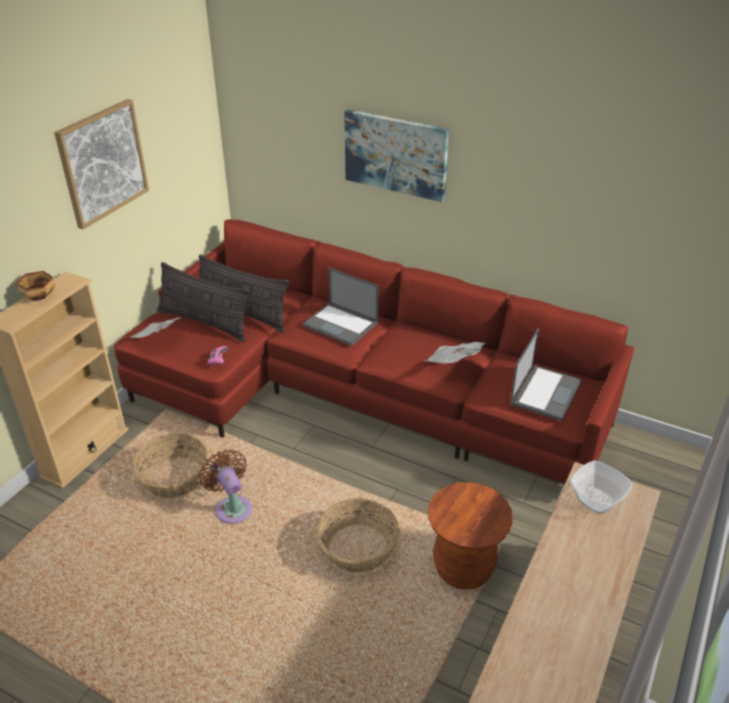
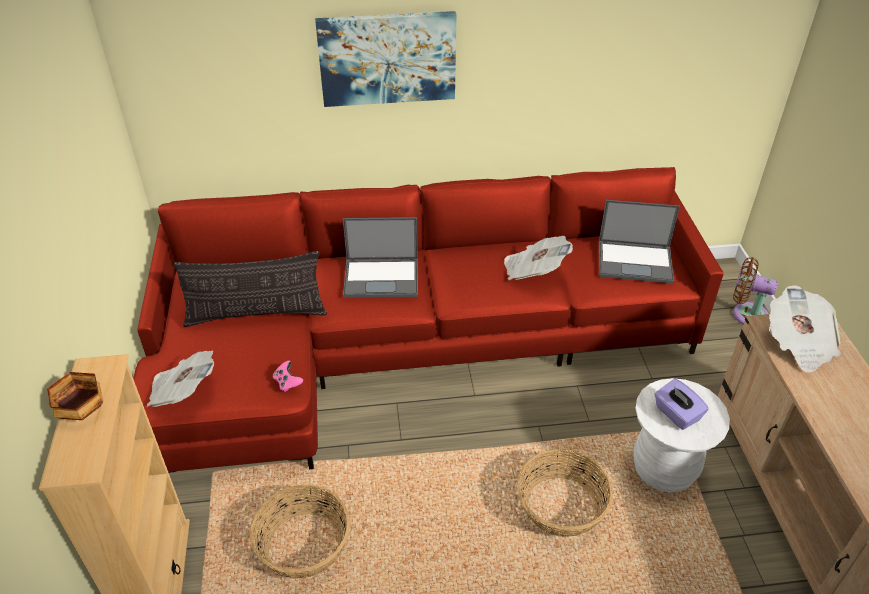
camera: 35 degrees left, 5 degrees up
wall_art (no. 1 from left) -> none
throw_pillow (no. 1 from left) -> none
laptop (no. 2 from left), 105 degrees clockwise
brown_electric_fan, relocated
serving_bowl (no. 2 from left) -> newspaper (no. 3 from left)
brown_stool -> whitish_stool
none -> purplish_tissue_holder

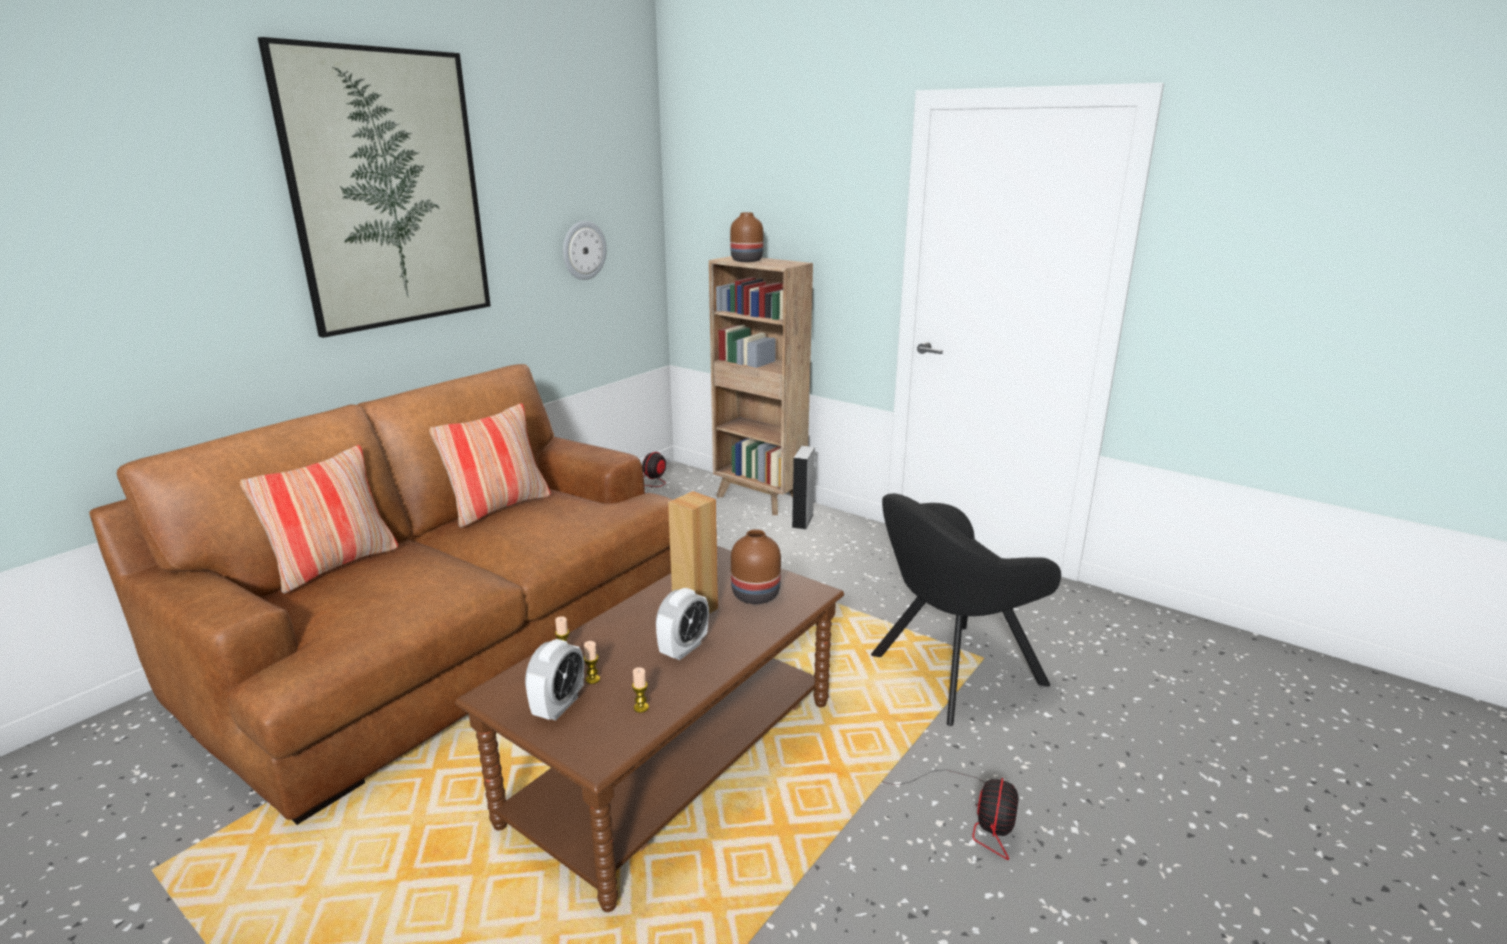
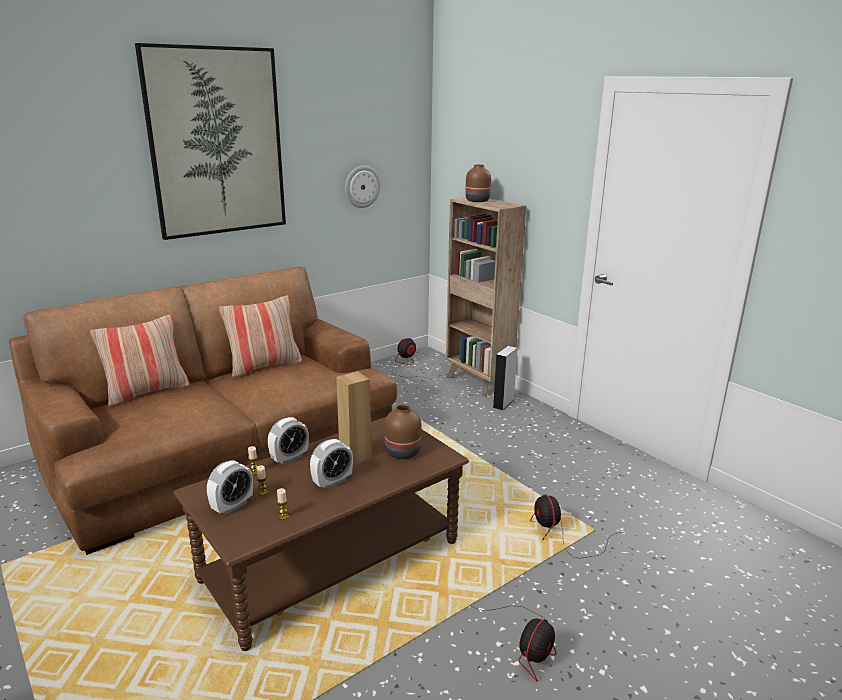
camera: 15 degrees right, 0 degrees up
blackish_armchair -> electric_fan (no. 3 from left)
none -> bedside_clock (no. 2 from left)

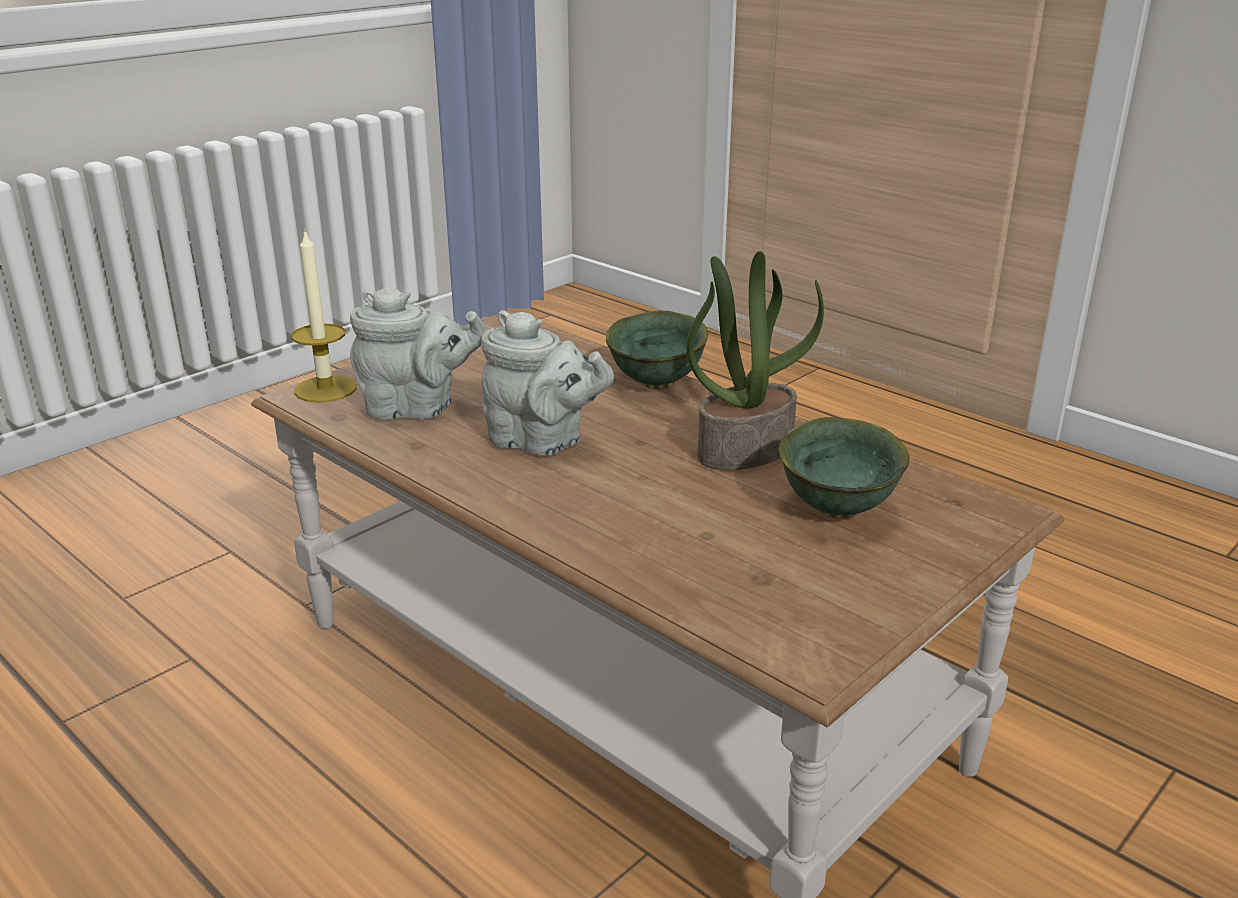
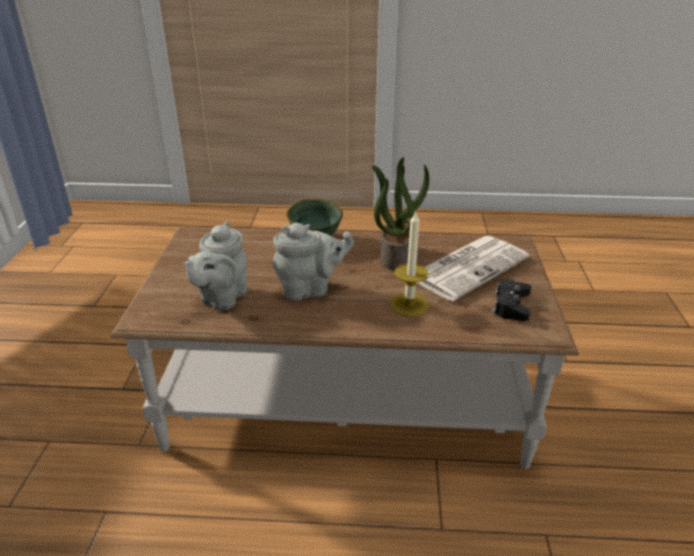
camera: 40 degrees left, 5 degrees up
candle, relocated
grey_pot_for_tea (no. 1 from left), 150 degrees clockwise
green_serving_bowl (no. 2 from left) -> newspaper
none -> blackish_game_controller

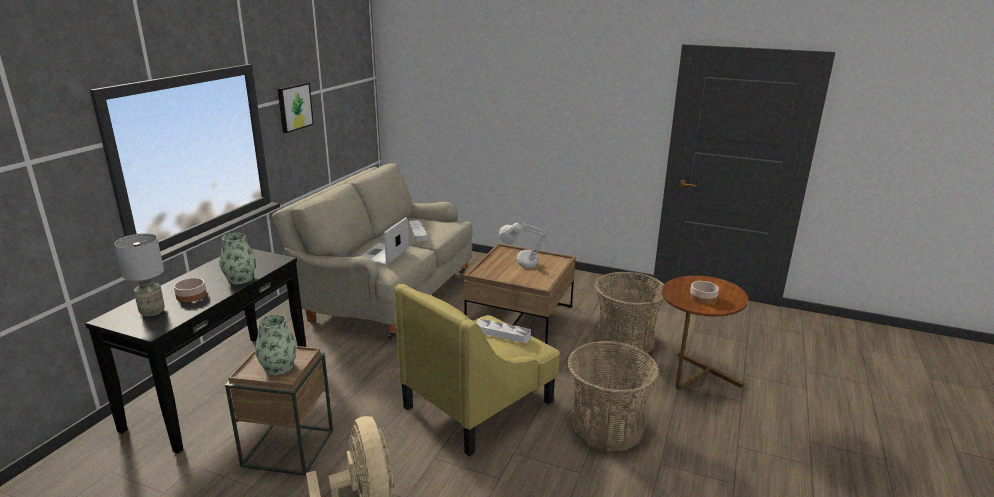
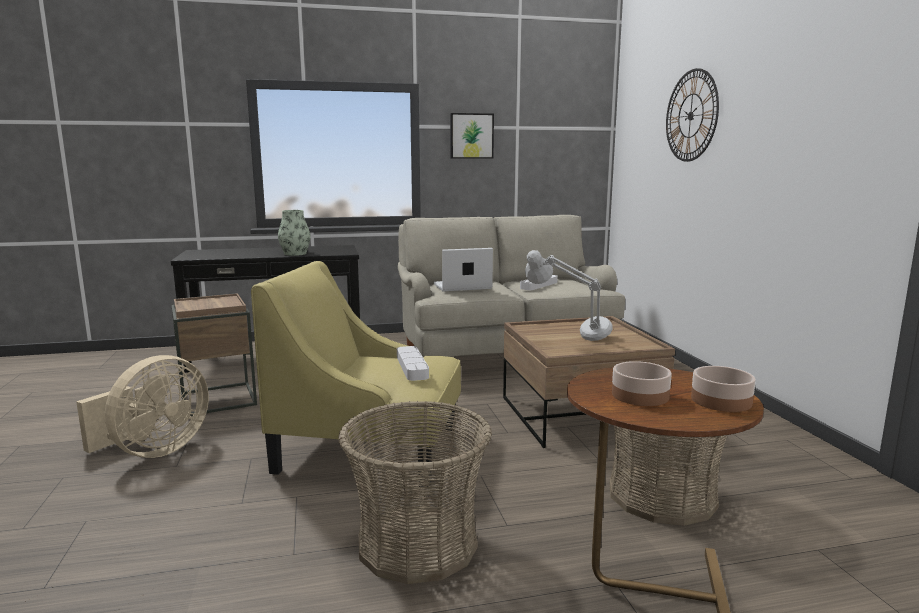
camera: 55 degrees right, 10 degrees down
grey_table_lamp (no. 1 from left) -> none
serving_bowl (no. 1 from left in the first image) -> serving_bowl (no. 2 from left), relocated
flower_vase (no. 2 from left) -> none
none -> hanging_clock

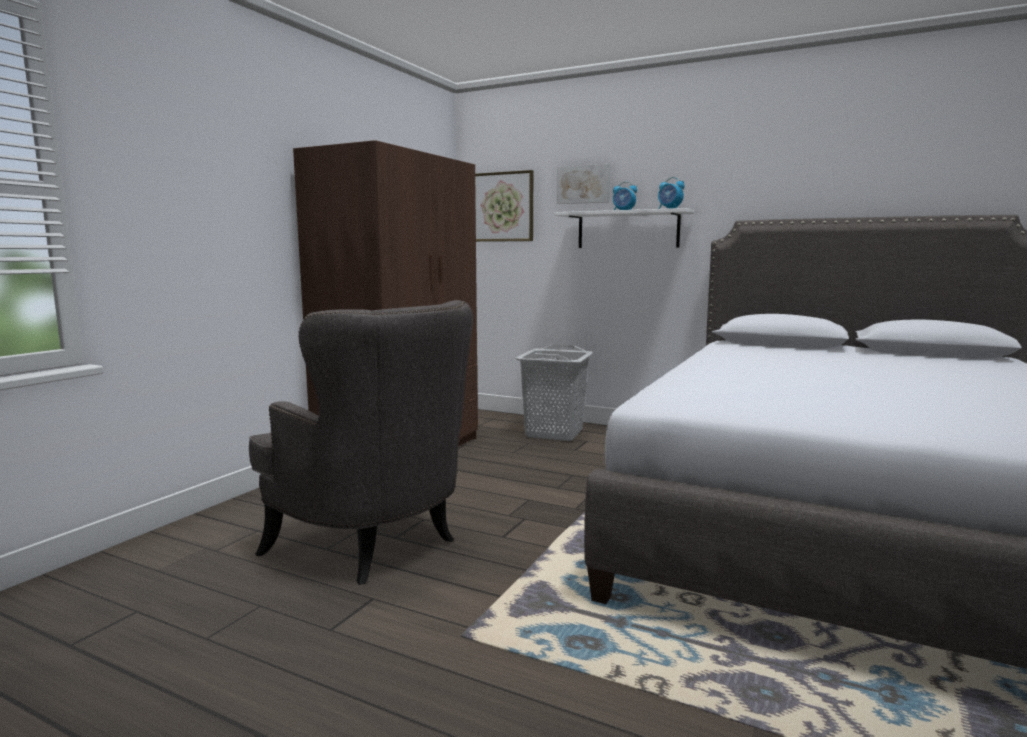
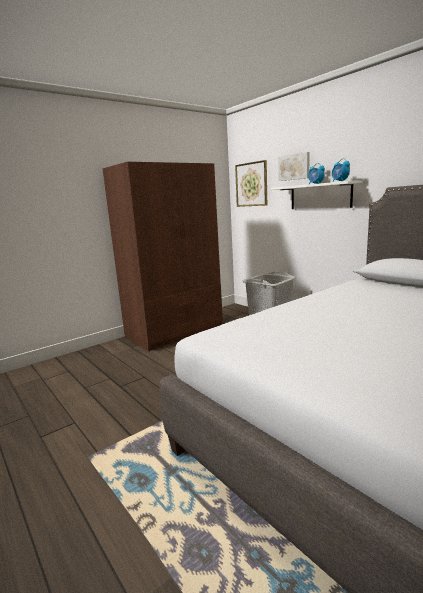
camera: 25 degrees right, 5 degrees up
grey_armchair -> none

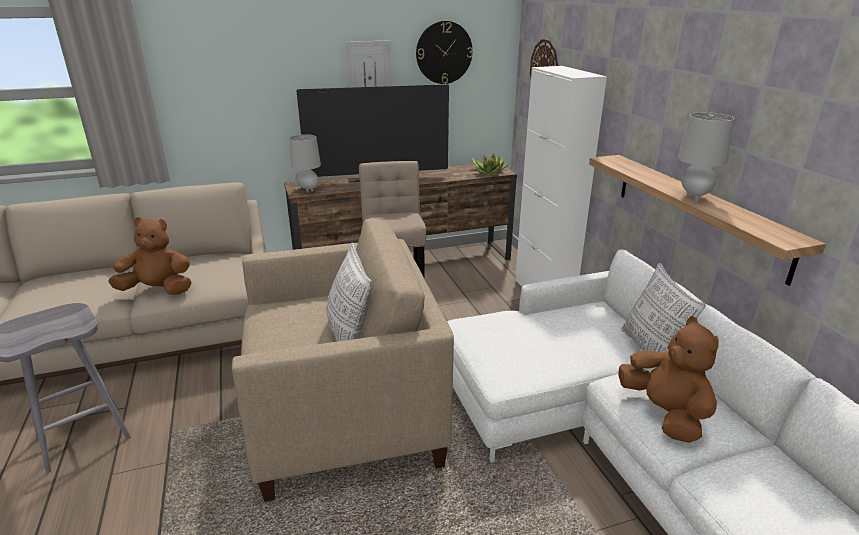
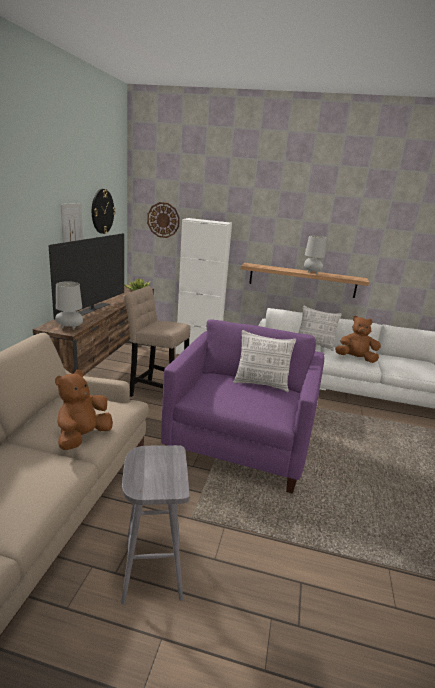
camera: 60 degrees left, 5 degrees down
beige_armchair -> purplish_armchair

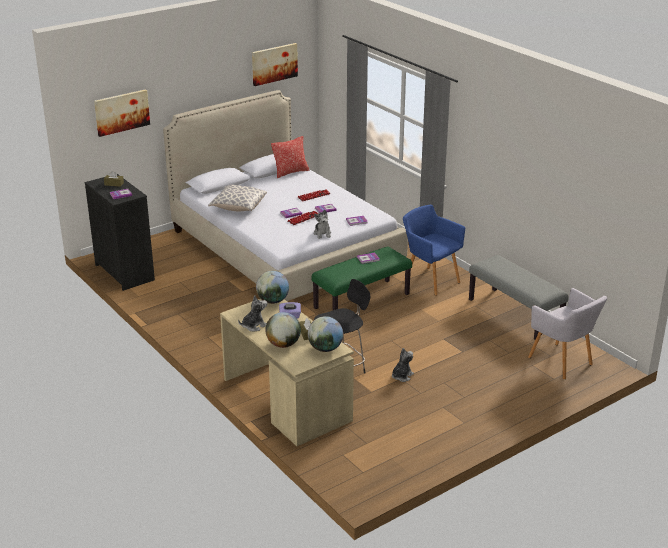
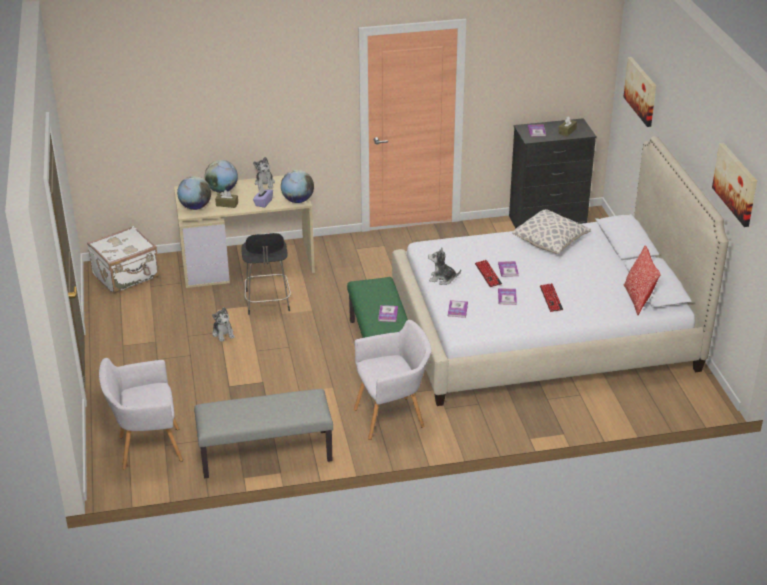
camera: 115 degrees right, 5 degrees up
blue-coloured_armchair -> grey_armchair (no. 2 from left)
none -> whitish_piece_of_luggage

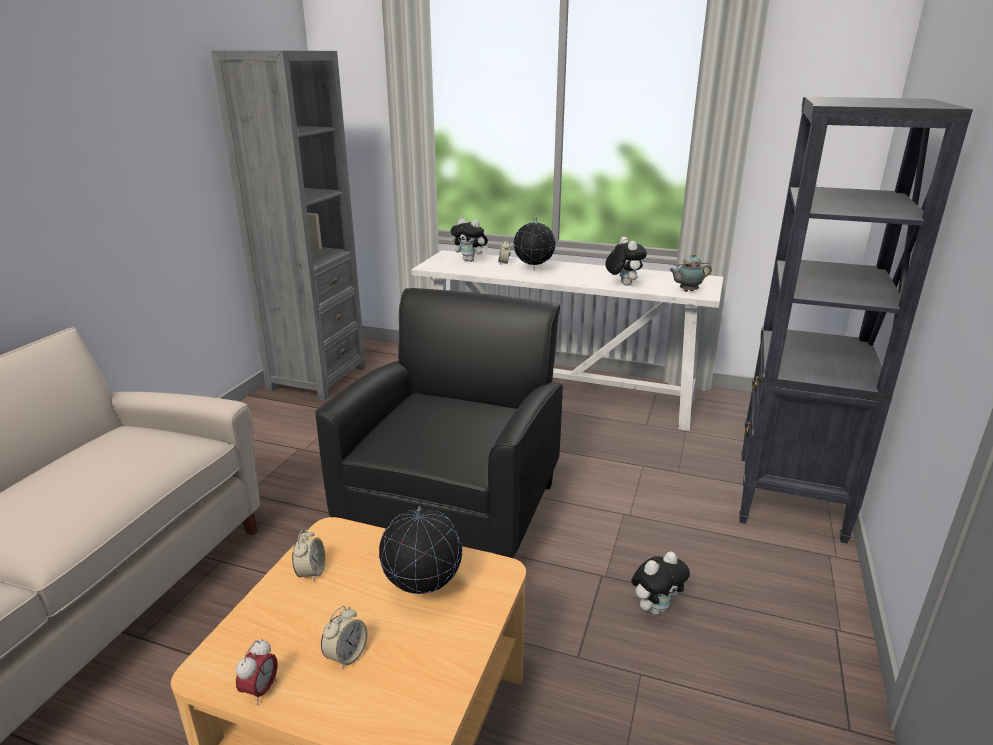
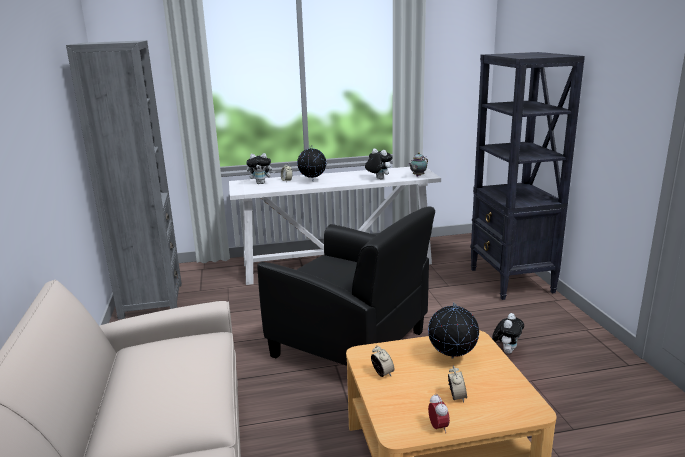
camera: 30 degrees left, 5 degrees down
blackish_armchair, 135 degrees clockwise

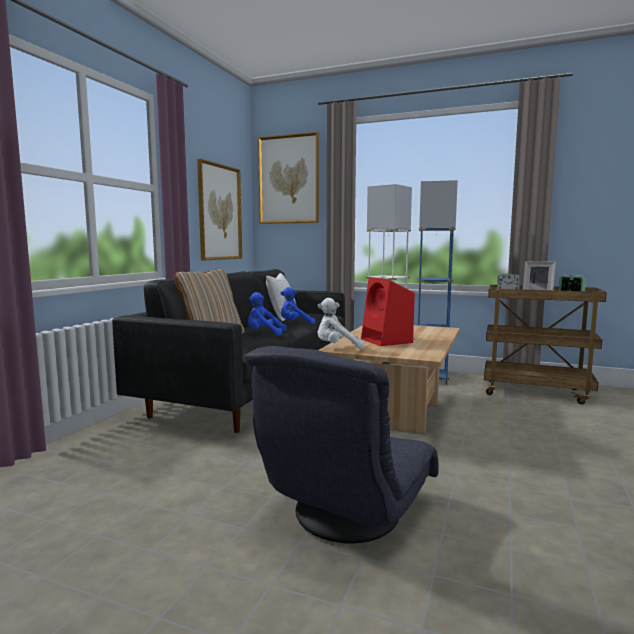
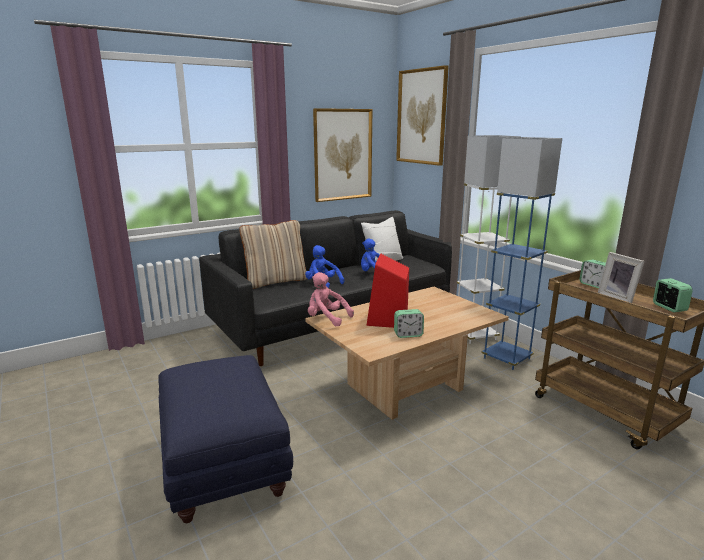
camera: 35 degrees right, 10 degrees up
whitish_soft_toy -> pink-coloured_soft_toy
grey_armchair -> blue-coloured_pouffe
none -> bedside_clock (no. 1 from left)

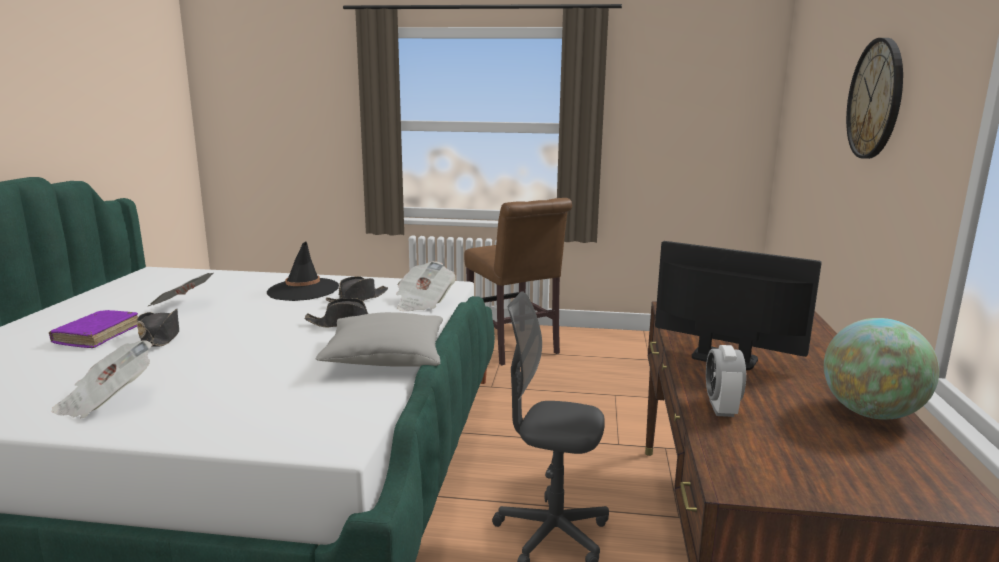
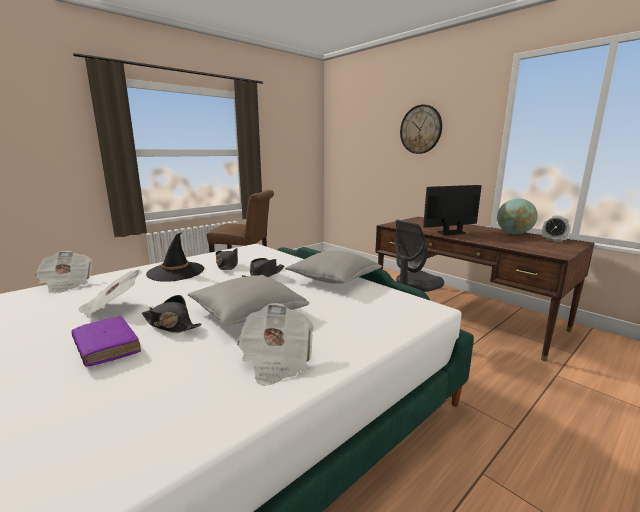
camera: 50 degrees left, 0 degrees up
newspaper (no. 3 from left in the first image) -> newspaper (no. 1 from left), relocated
bedside_clock, relocated
none -> grey_throw_pillow (no. 1 from left)

